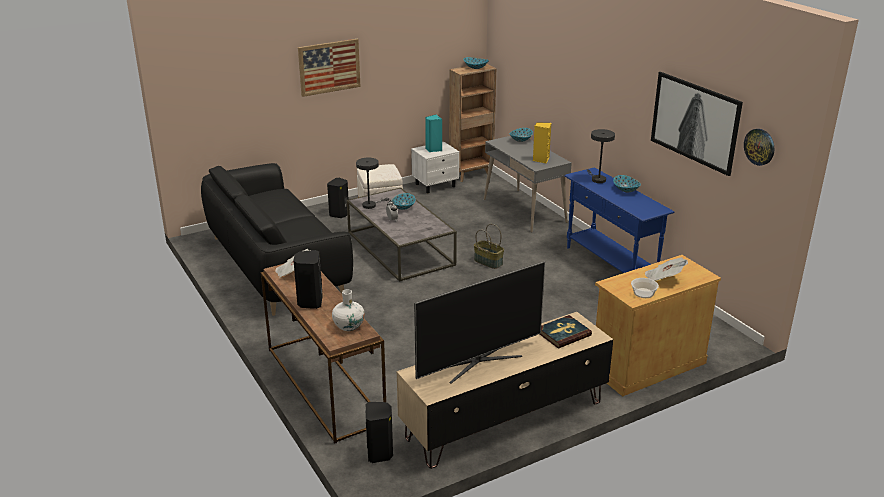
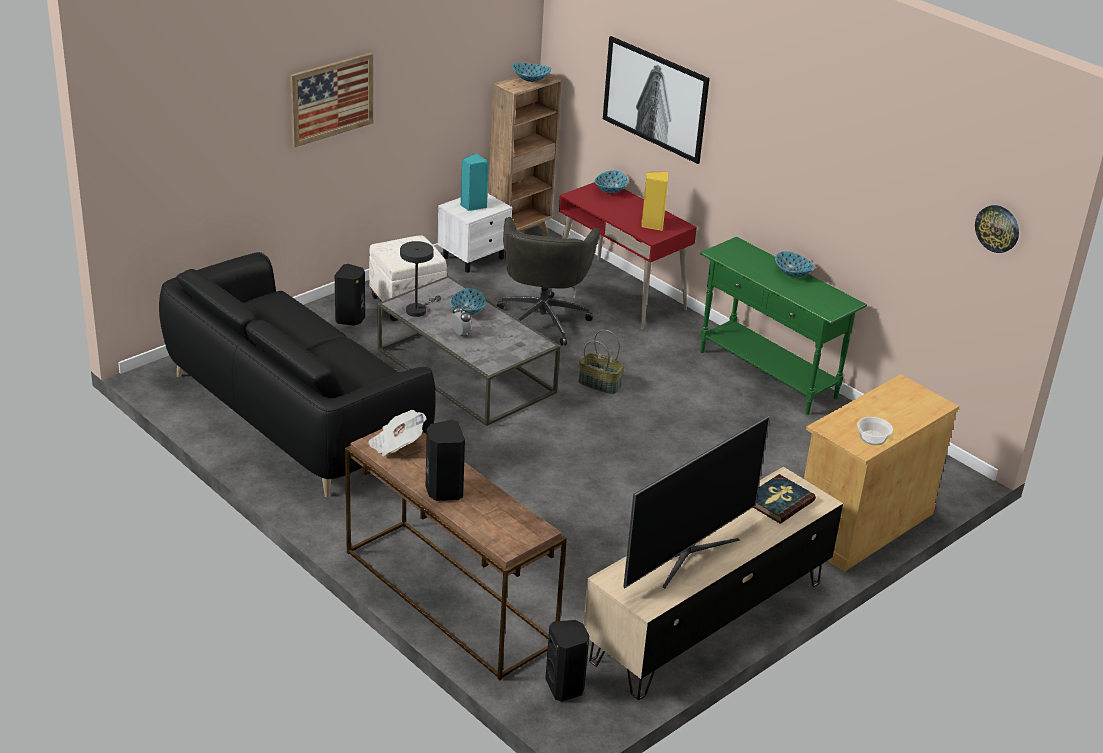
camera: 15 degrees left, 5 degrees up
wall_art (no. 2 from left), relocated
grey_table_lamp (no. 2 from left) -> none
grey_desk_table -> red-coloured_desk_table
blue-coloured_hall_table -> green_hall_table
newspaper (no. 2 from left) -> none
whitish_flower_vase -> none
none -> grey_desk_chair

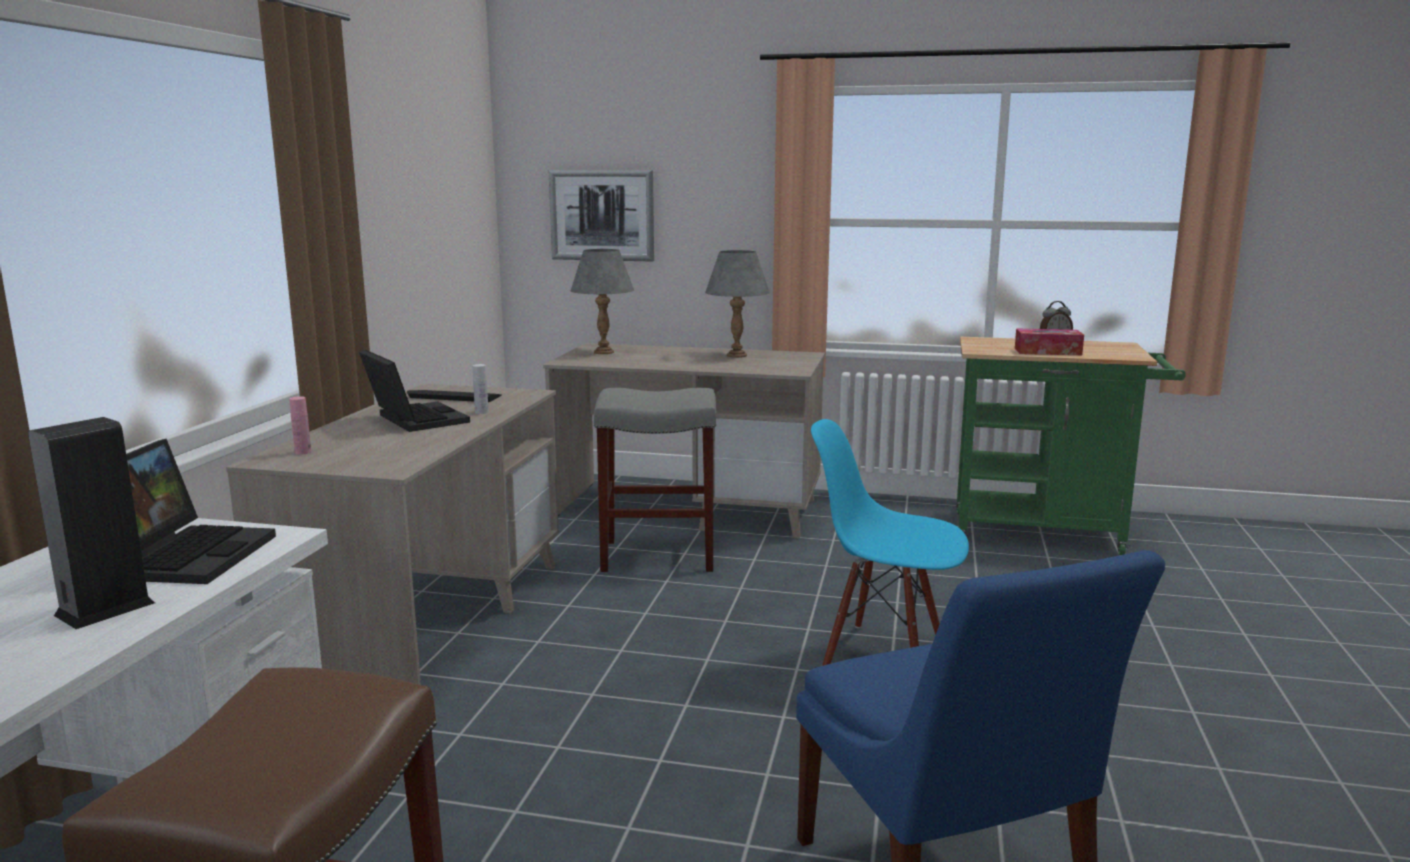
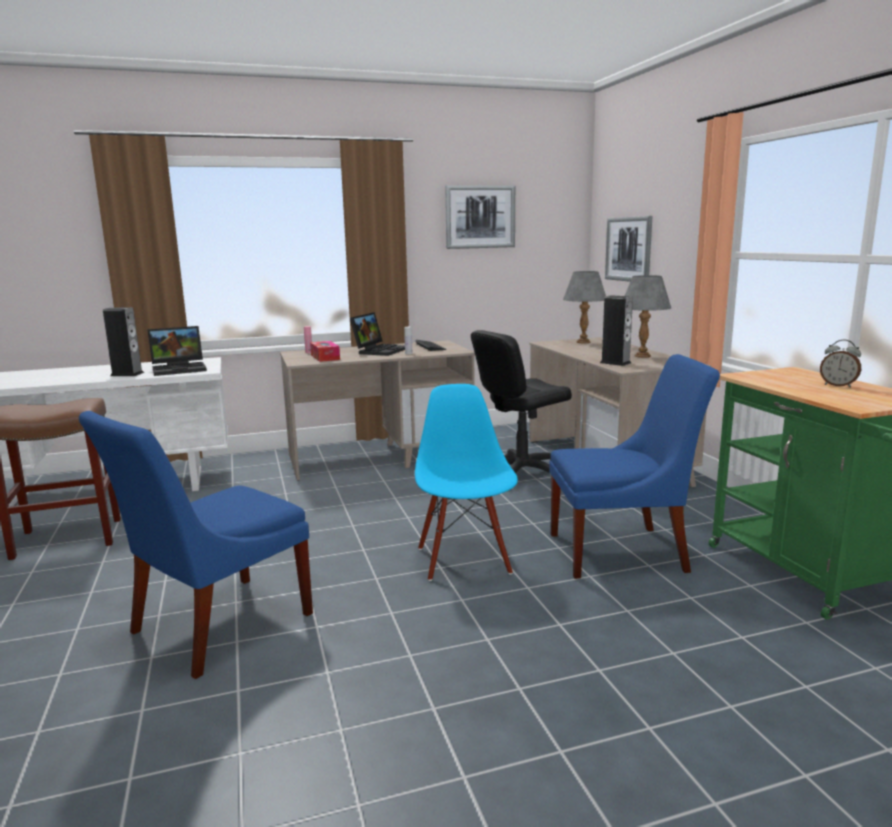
camera: 60 degrees right, 0 degrees up
tissue_holder, relocated
grey_stool -> blackish_desk_chair
none -> wall_art (no. 1 from left)
none -> loudspeaker (no. 2 from left)
none -> blue-coloured_plain_chair (no. 3 from left)

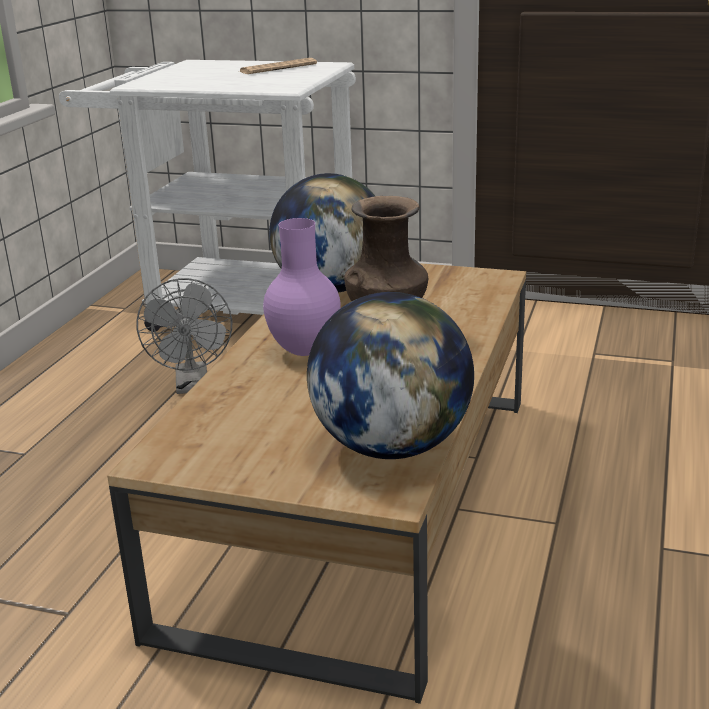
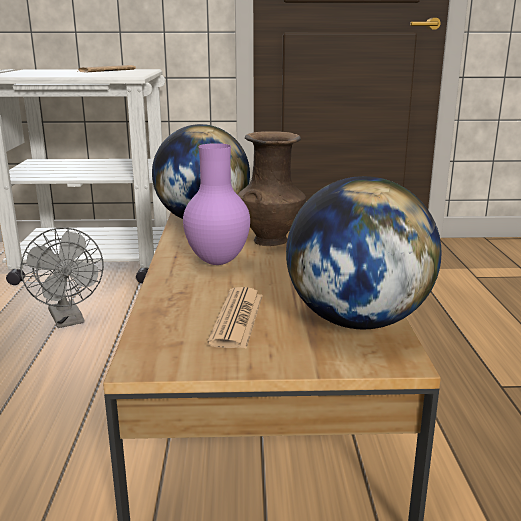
camera: 20 degrees left, 5 degrees down
none -> newspaper (no. 2 from left)

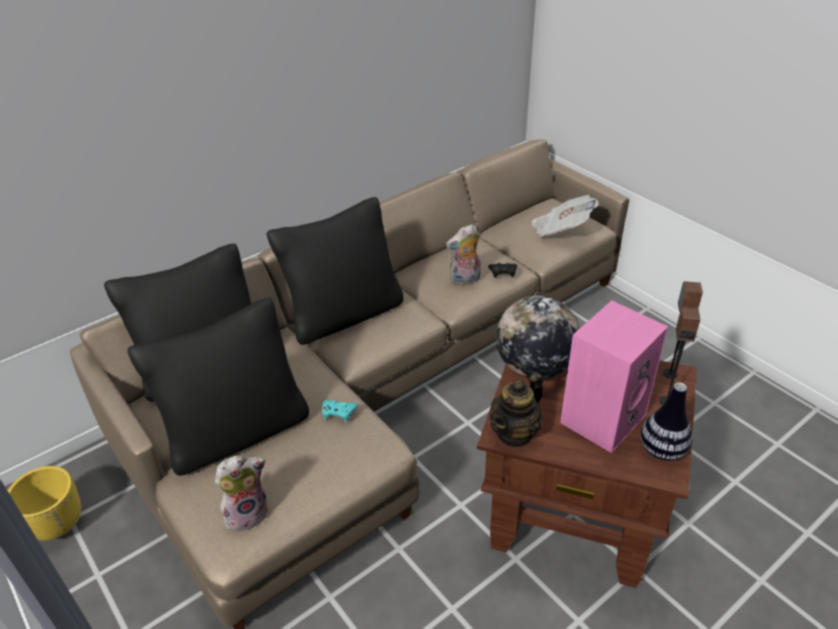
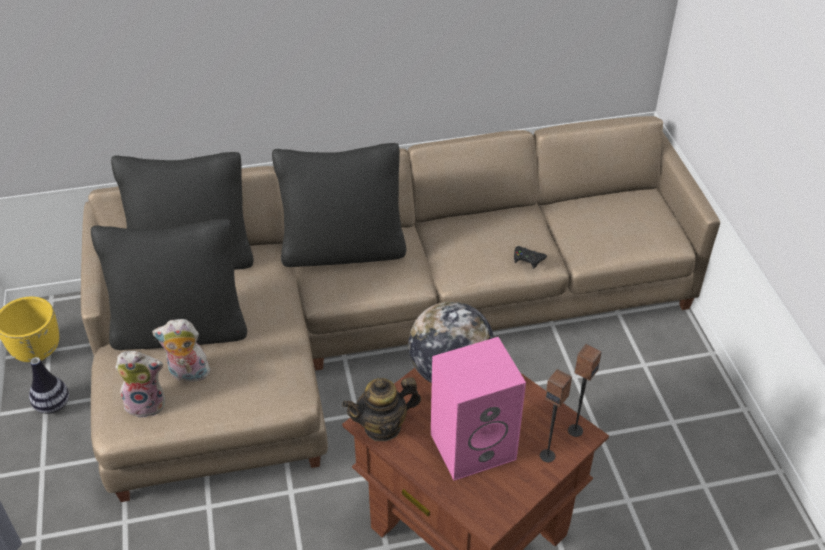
camera: 25 degrees right, 5 degrees up
newspaper -> none
soft_toy (no. 2 from left), relocated
flower_vase, relocated
turquoise_game_controller -> none

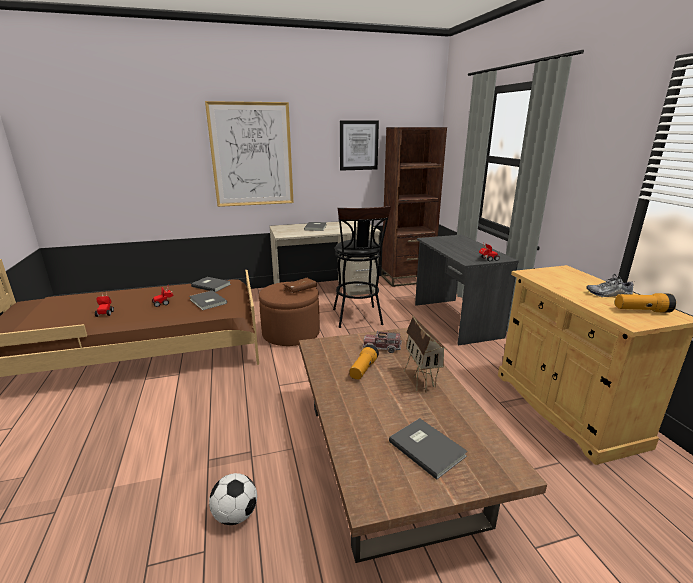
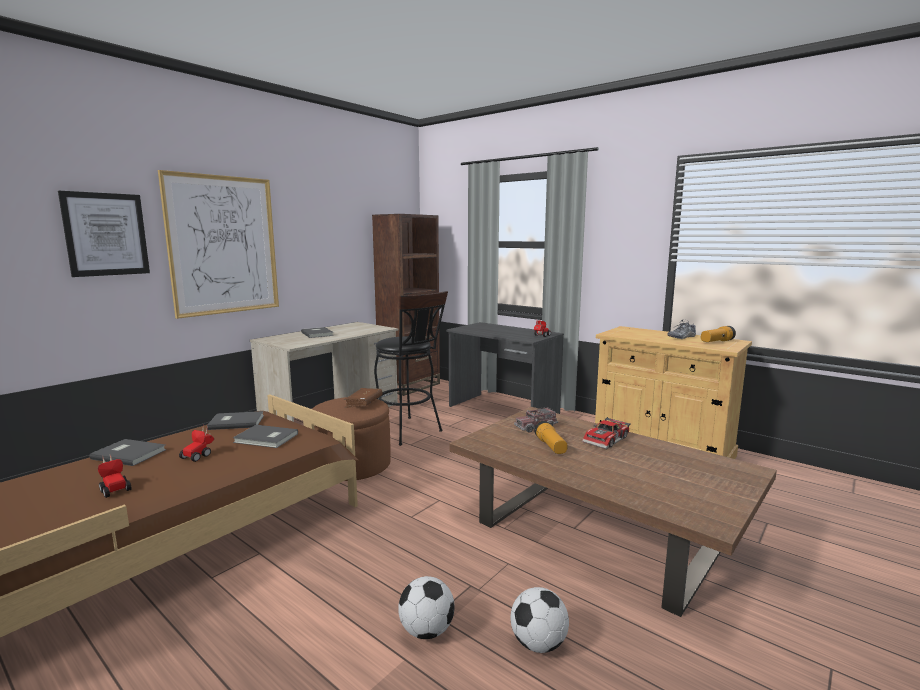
camera: 35 degrees left, 10 degrees down
wall_art (no. 2 from left in the first image) -> wall_art (no. 1 from left), relocated
miniature_house -> miniature_car (no. 4 from left)
grey_volume (no. 4 from left in the first image) -> grey_volume (no. 1 from left), relocated
none -> football (no. 1 from left)

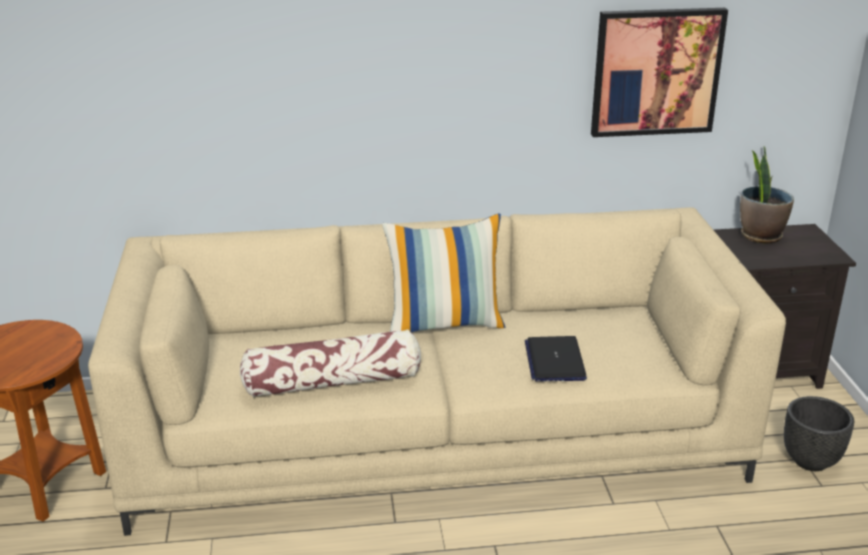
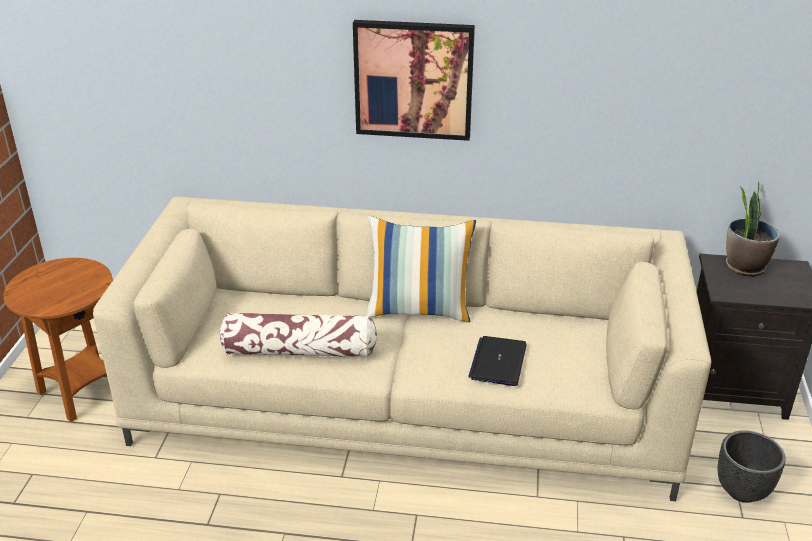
camera: 15 degrees right, 5 degrees up
wall_art, relocated

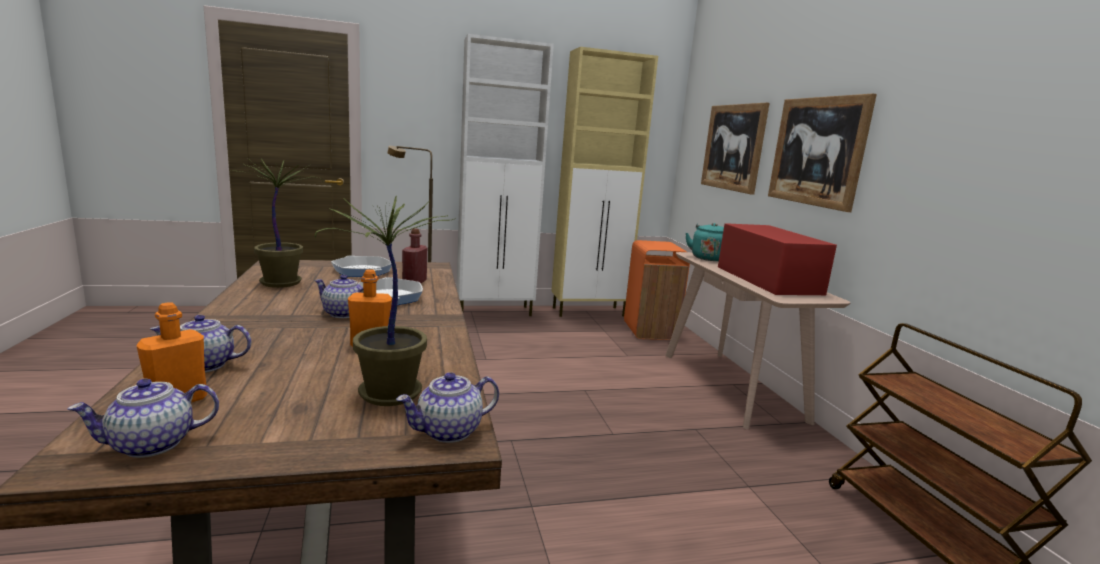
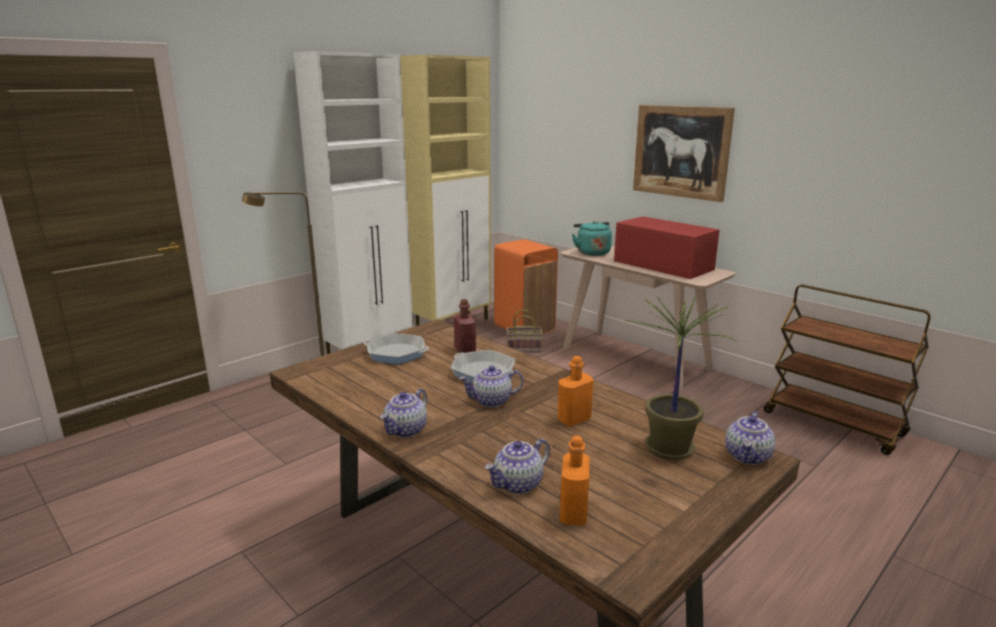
camera: 30 degrees left, 5 degrees up
wall_art (no. 1 from left) -> none
plant_in_a_pot (no. 1 from left) -> none
pot_for_tea (no. 1 from left), relocated
none -> basket

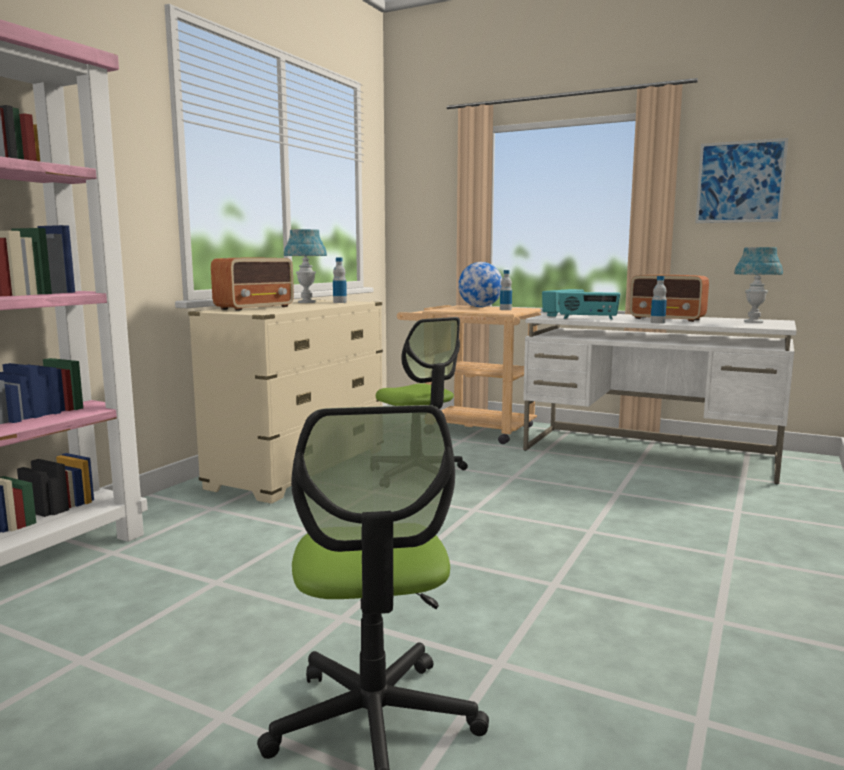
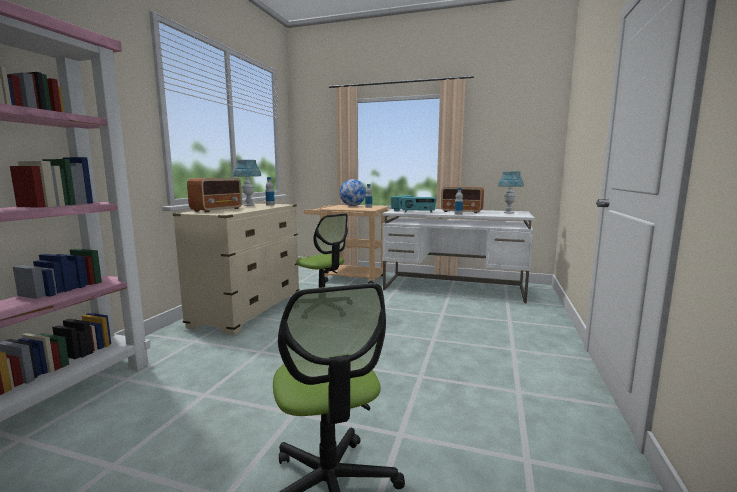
camera: 10 degrees left, 0 degrees up
wall_art -> none

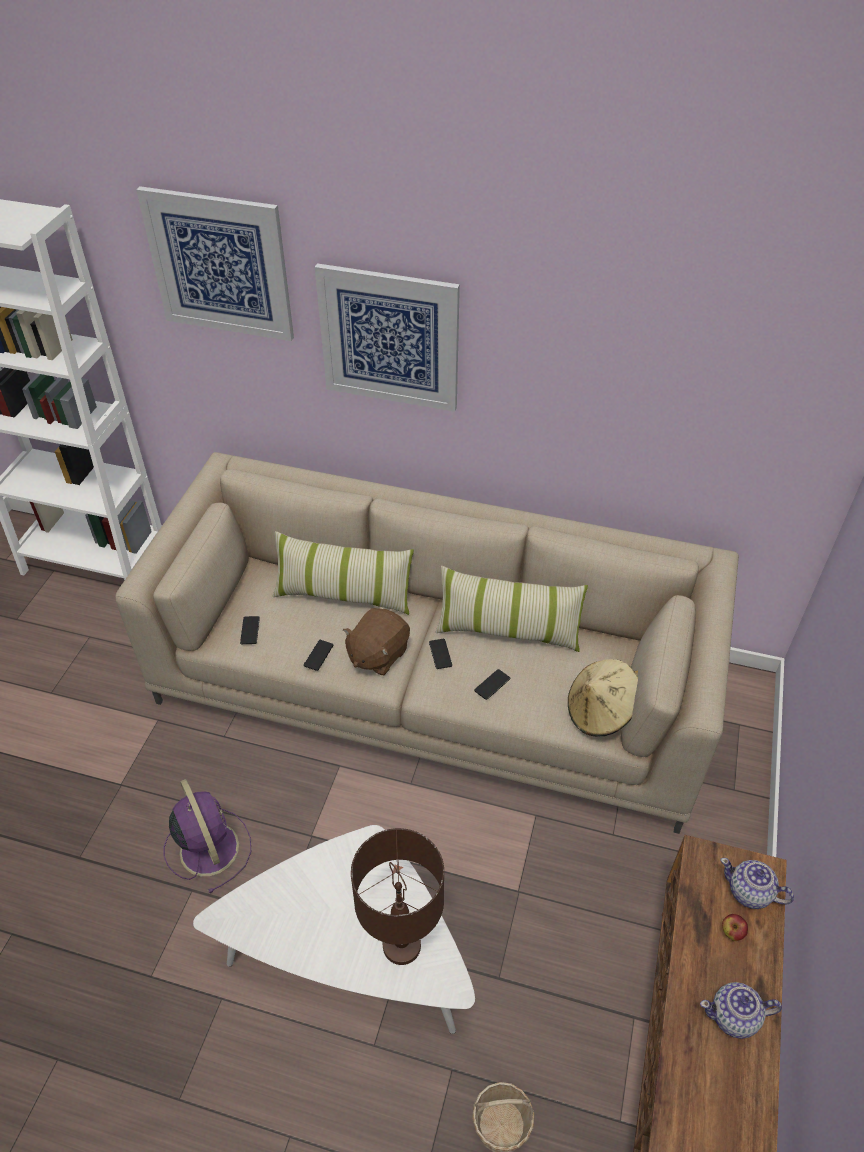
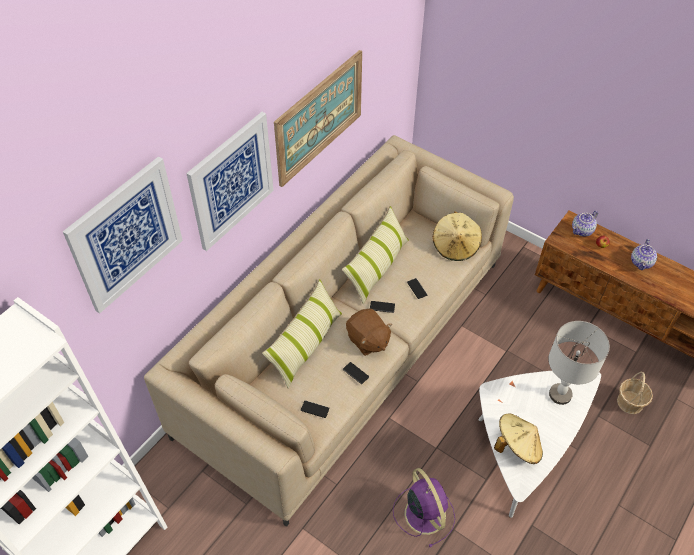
camera: 70 degrees left, 5 degrees up
purplish_electric_fan, 75 degrees clockwise
brown_table_lamp -> grey_table_lamp
none -> wall_art (no. 3 from left)
none -> beige_hat (no. 2 from left)

